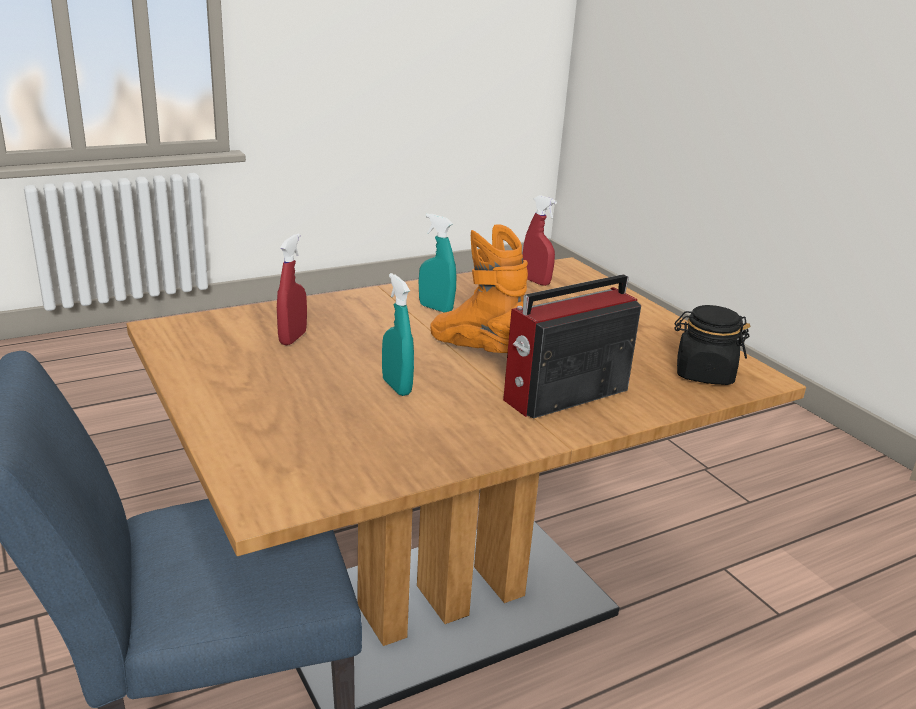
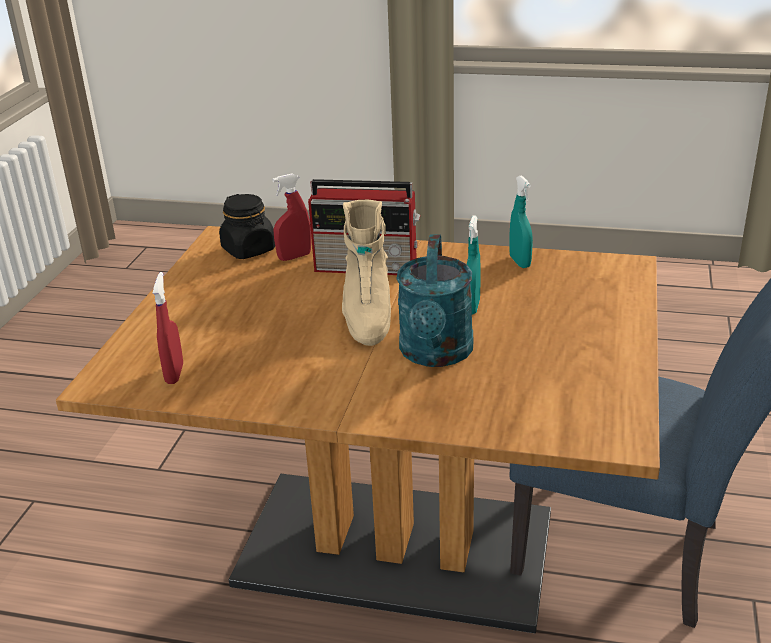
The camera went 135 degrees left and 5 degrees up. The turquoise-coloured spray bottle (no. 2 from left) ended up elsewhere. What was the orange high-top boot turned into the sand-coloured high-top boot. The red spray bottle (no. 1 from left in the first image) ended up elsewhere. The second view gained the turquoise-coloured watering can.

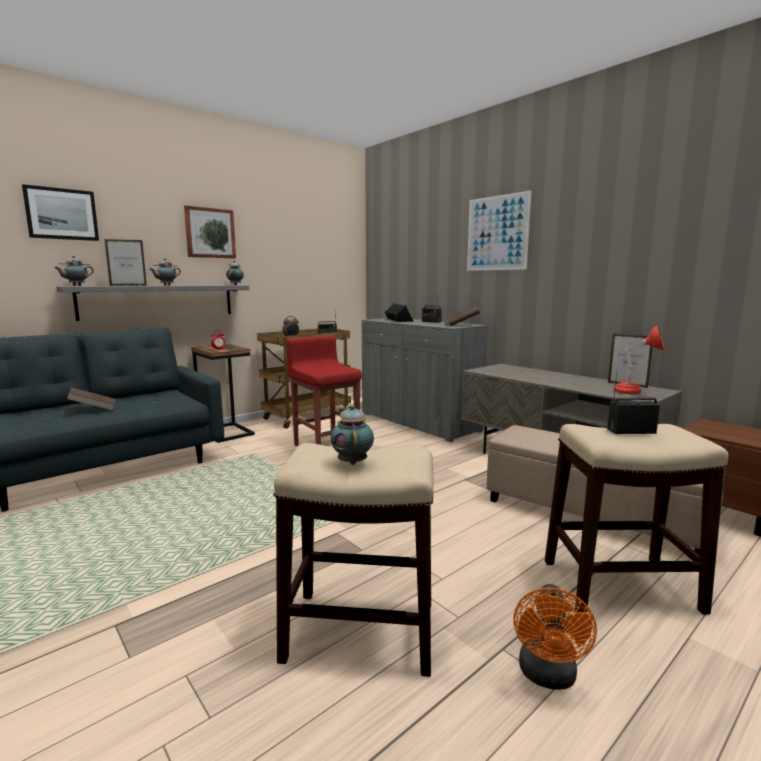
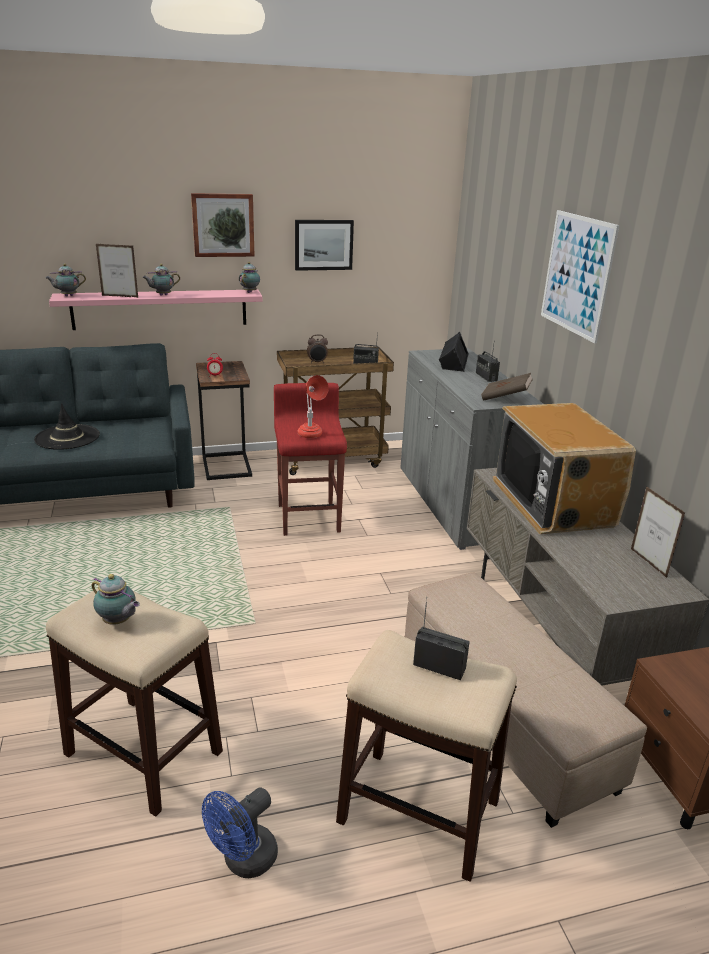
The camera went 25 degrees right and 15 degrees up. The wall picture (no. 1 from left in the first image) ended up elsewhere. What was the grey bracket shelf turned into the pink bracket shelf. The red table lamp ended up elsewhere. Where the brownish bound book (no. 1 from left) stood, the black clothing hat came to stand. The teapot (no. 4 from left in the first image) ended up facing another way, 105 degrees clockwise from before. What was the orange fan turned into the blue fan. The second view gained the TV set.

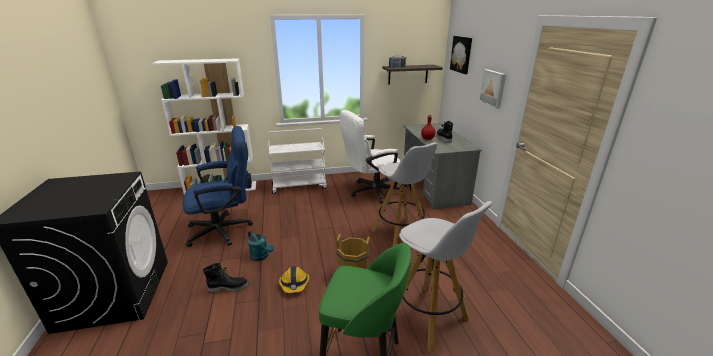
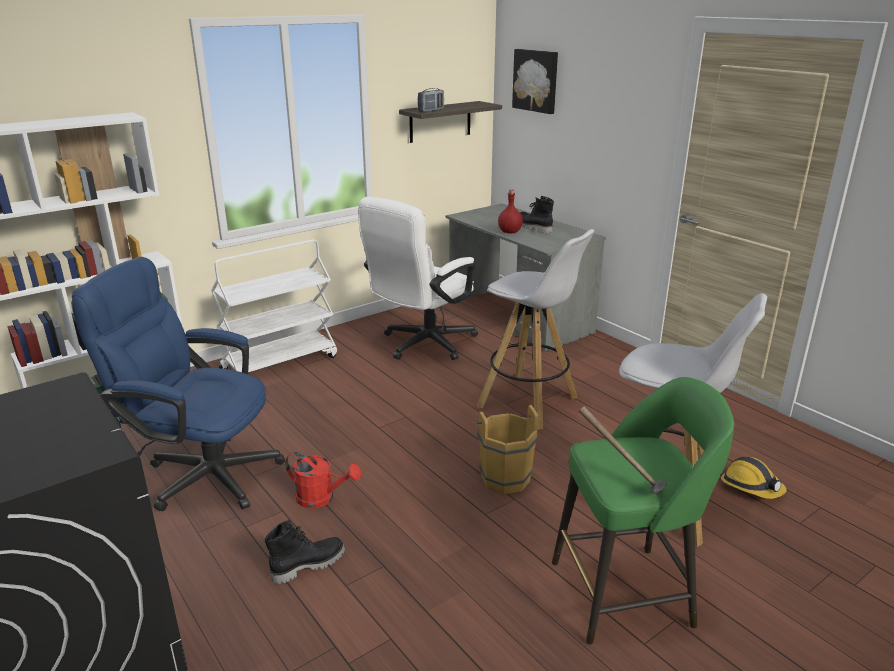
The camera went 25 degrees left and 0 degrees up. The second view lost the wall picture (no. 2 from left). The blue computer chair ended up facing another way, 120 degrees counterclockwise from before. What was the turquoise-coloured watering can turned into the red watering can. The hard hat ended up elsewhere. The second view gained the hand hammer.

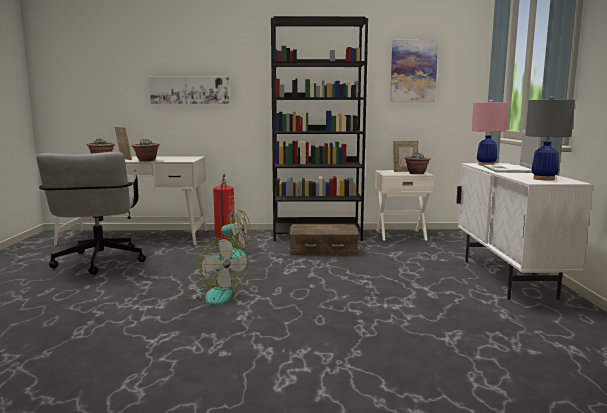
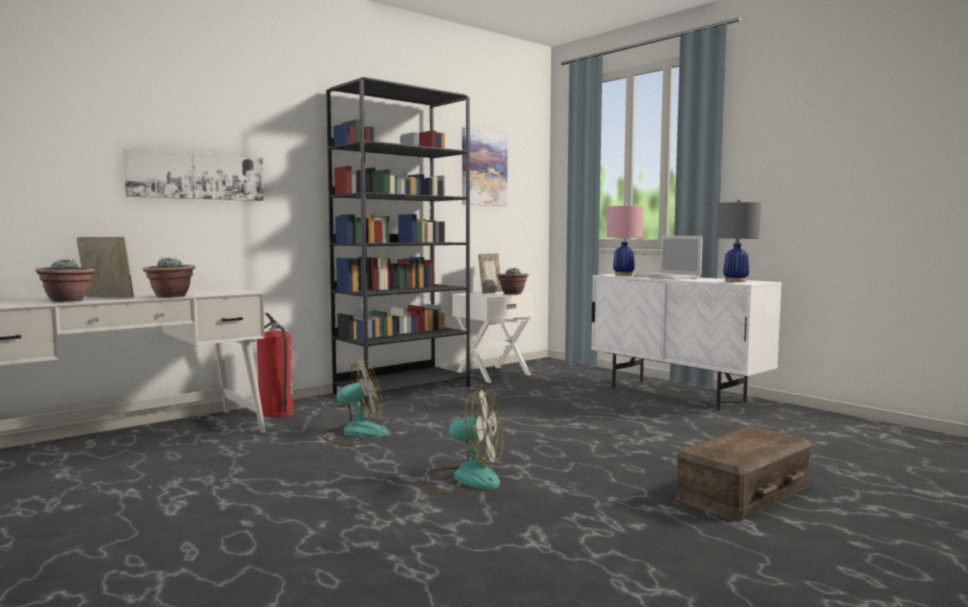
The camera went 40 degrees left and 5 degrees down. The second view lost the grey computer chair. The brownish storage container ended up elsewhere.

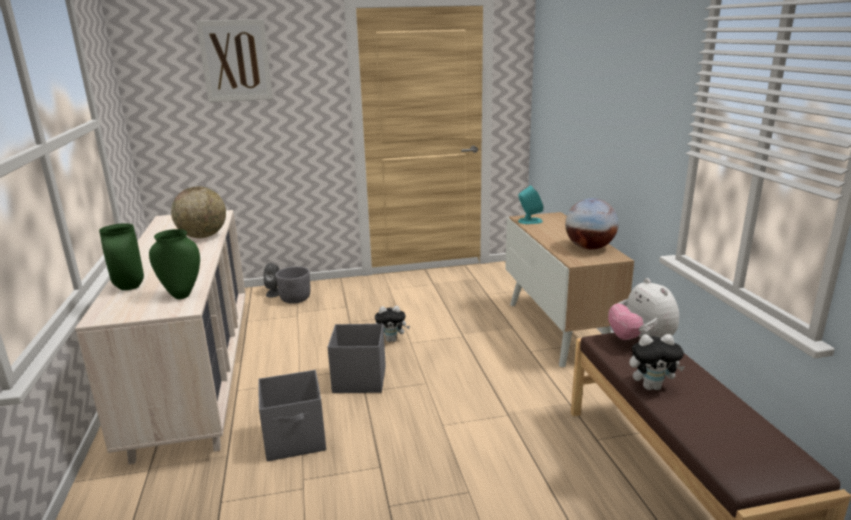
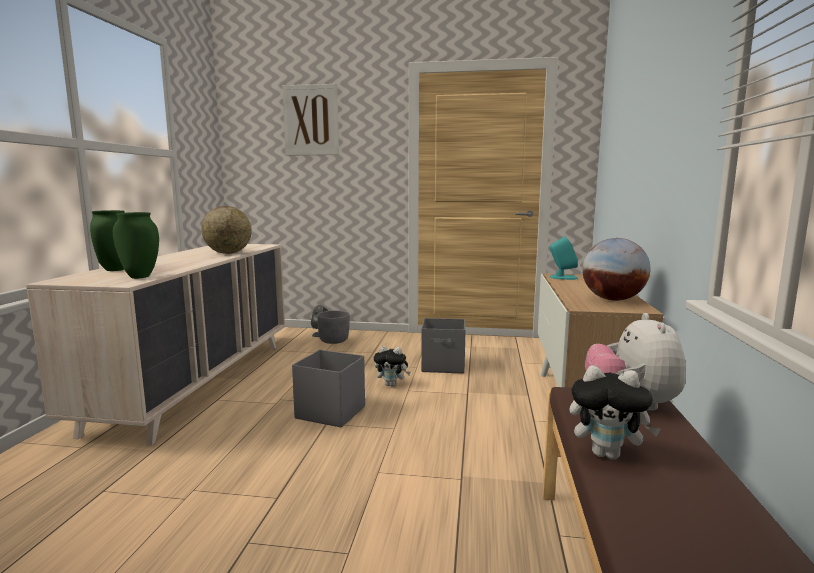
The camera went 20 degrees right and 10 degrees down. The grey storage container (no. 1 from left in the first image) ended up elsewhere.

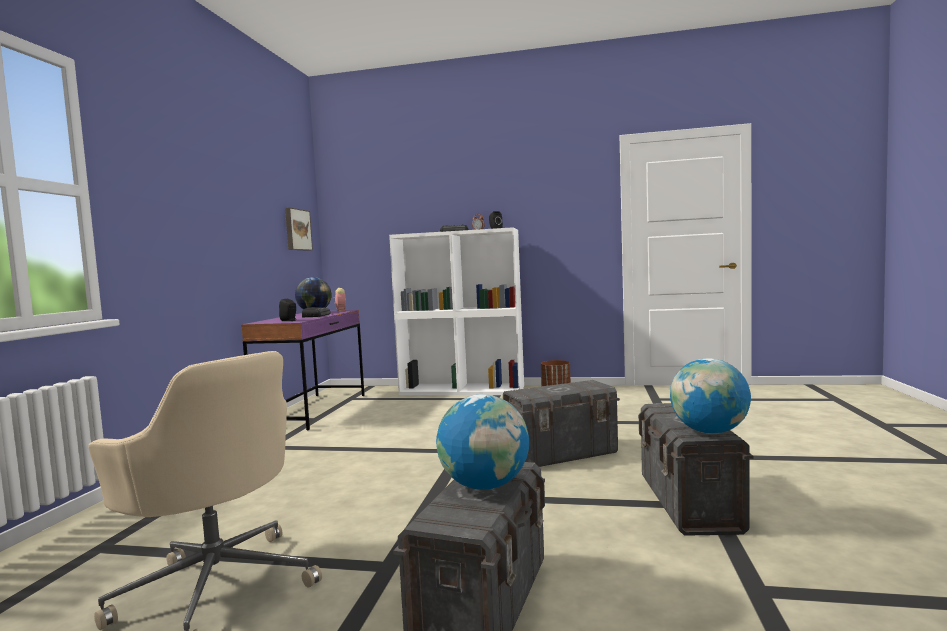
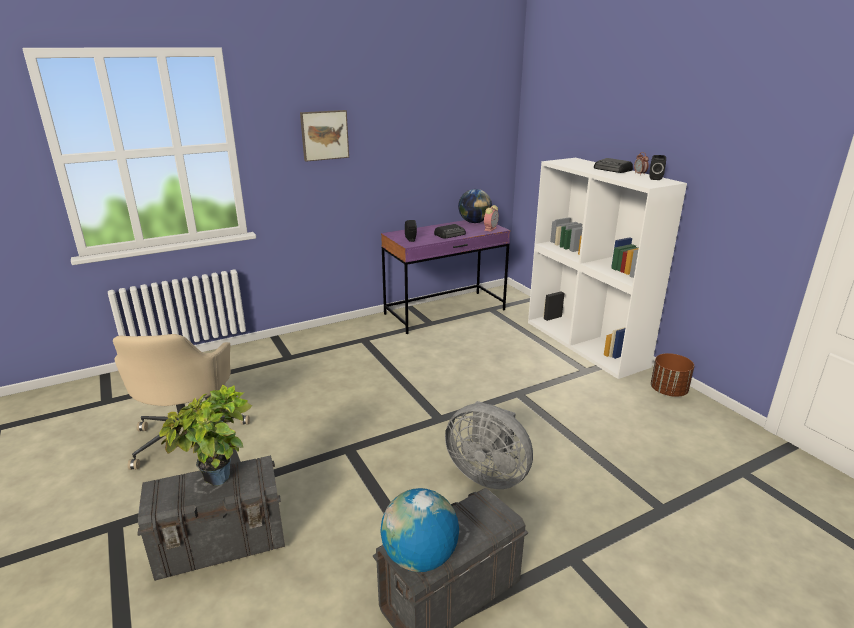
The camera went 50 degrees right and 20 degrees up. The wall picture ended up elsewhere. Where the grey storage container (no. 2 from left) stood, the grey fan came to stand. Where the world globe (no. 2 from left) stood, the potted plant came to stand.

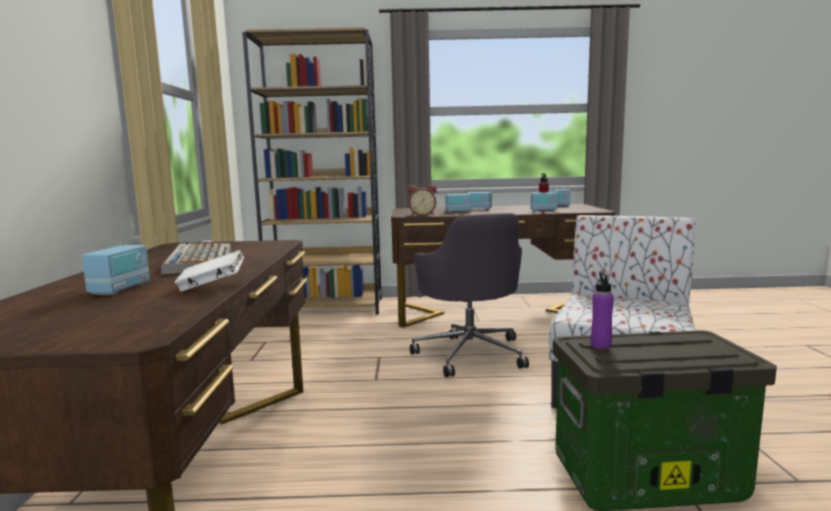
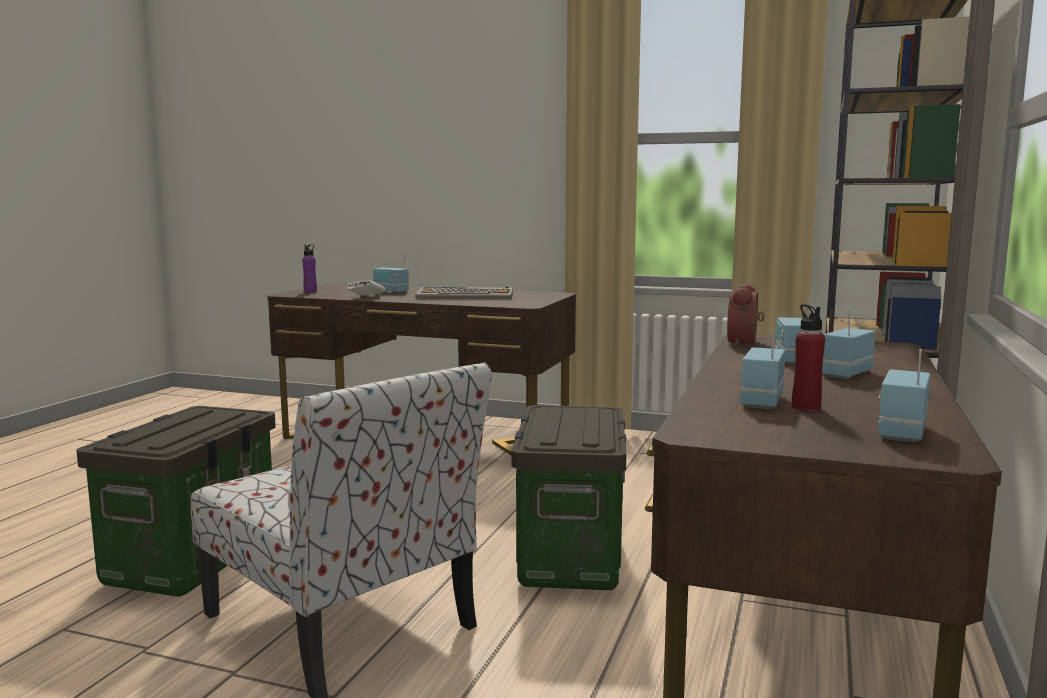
The camera went 110 degrees right and 0 degrees up. Where the grey computer chair stood, the storage container (no. 2 from left) came to stand. The purple drink bottle ended up elsewhere.

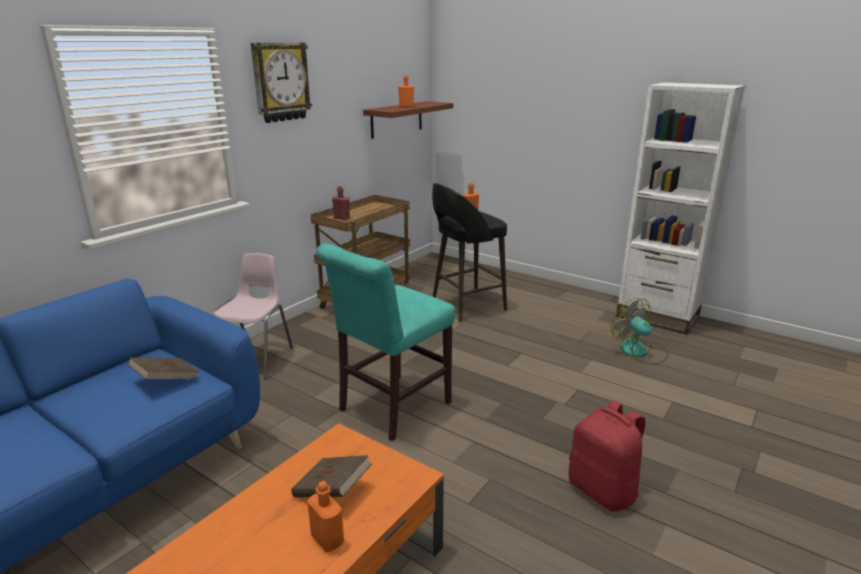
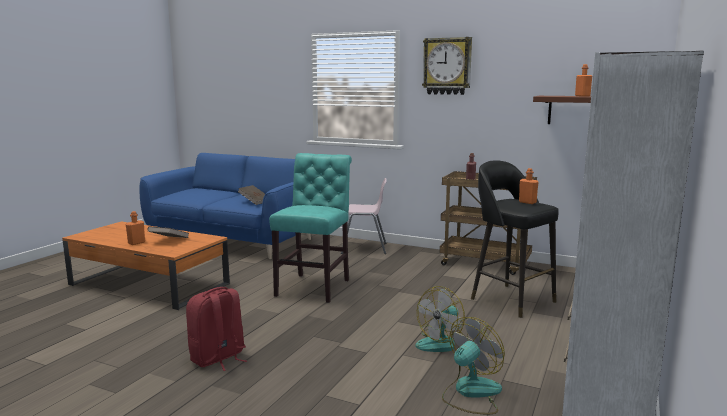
The camera went 80 degrees right and 10 degrees down. The turquoise-coloured upright chair ended up facing another way, 75 degrees clockwise from before. The second view gained the fan (no. 1 from left).

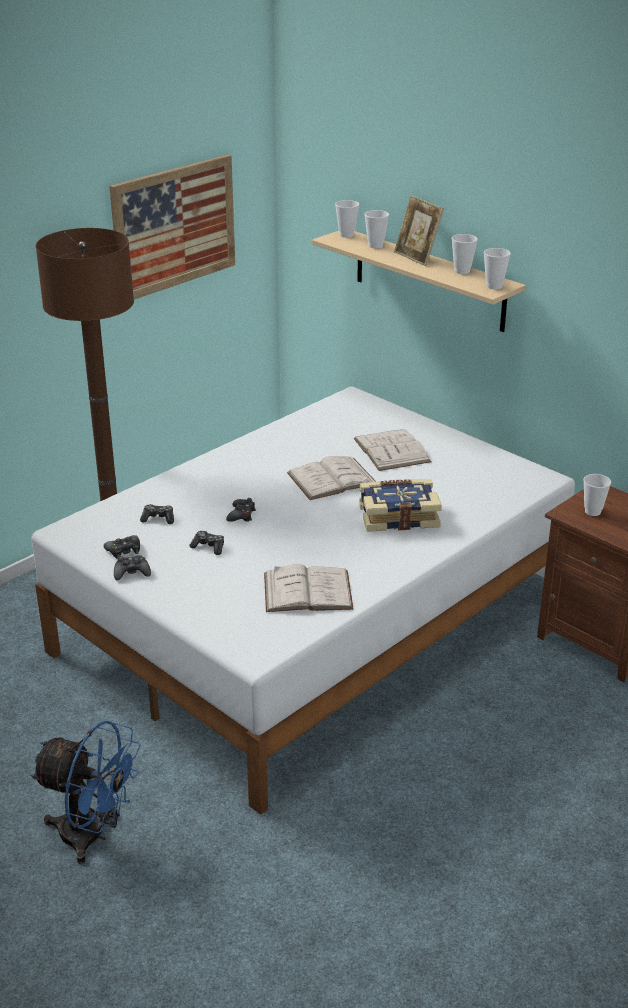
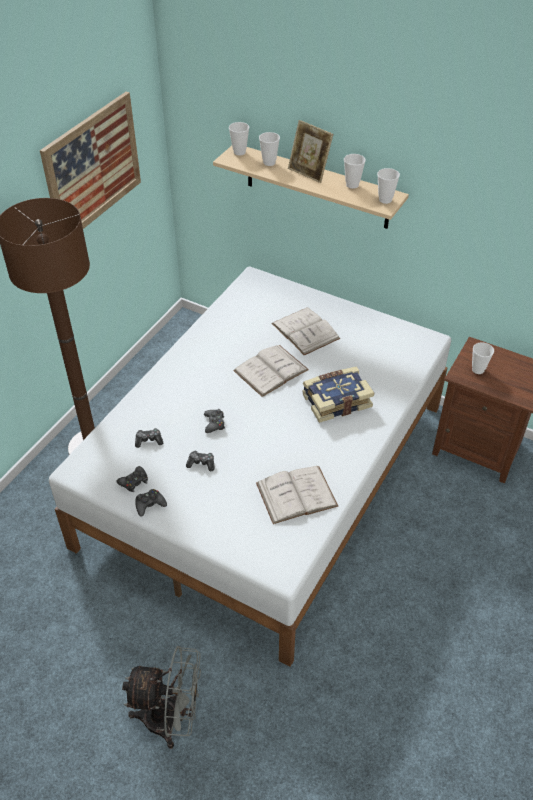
The camera went 15 degrees left and 15 degrees up. What was the blue fan turned into the grey fan.

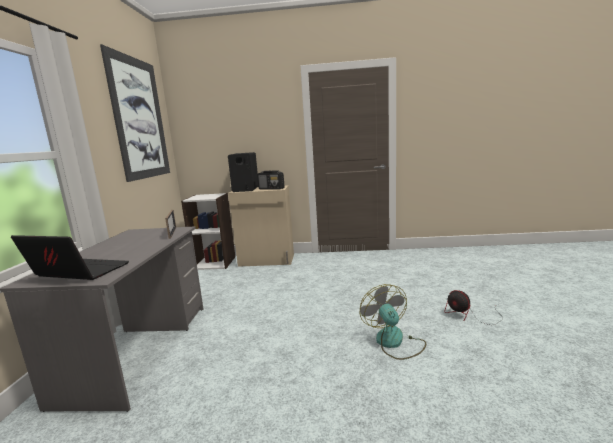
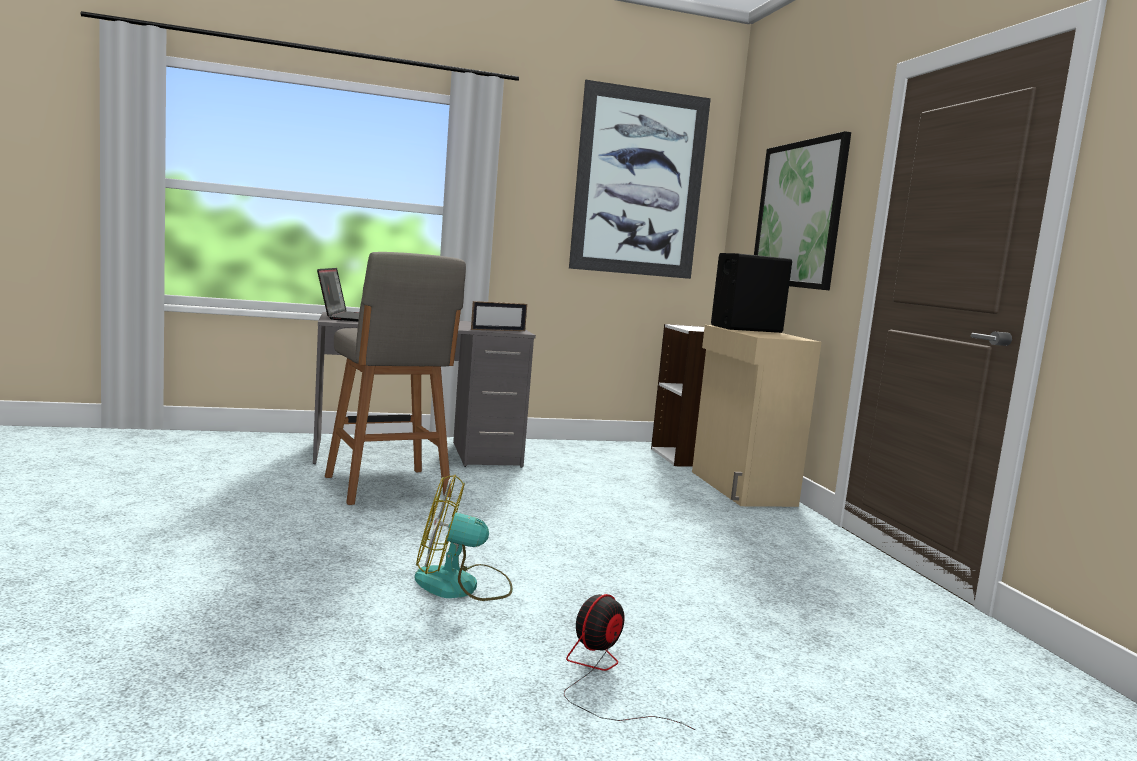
The camera went 70 degrees right and 5 degrees down. The second view lost the radio. The fan (no. 1 from left) ended up facing another way, 150 degrees counterclockwise from before. The second view gained the wall picture (no. 2 from left). The second view gained the grey stool seat.

